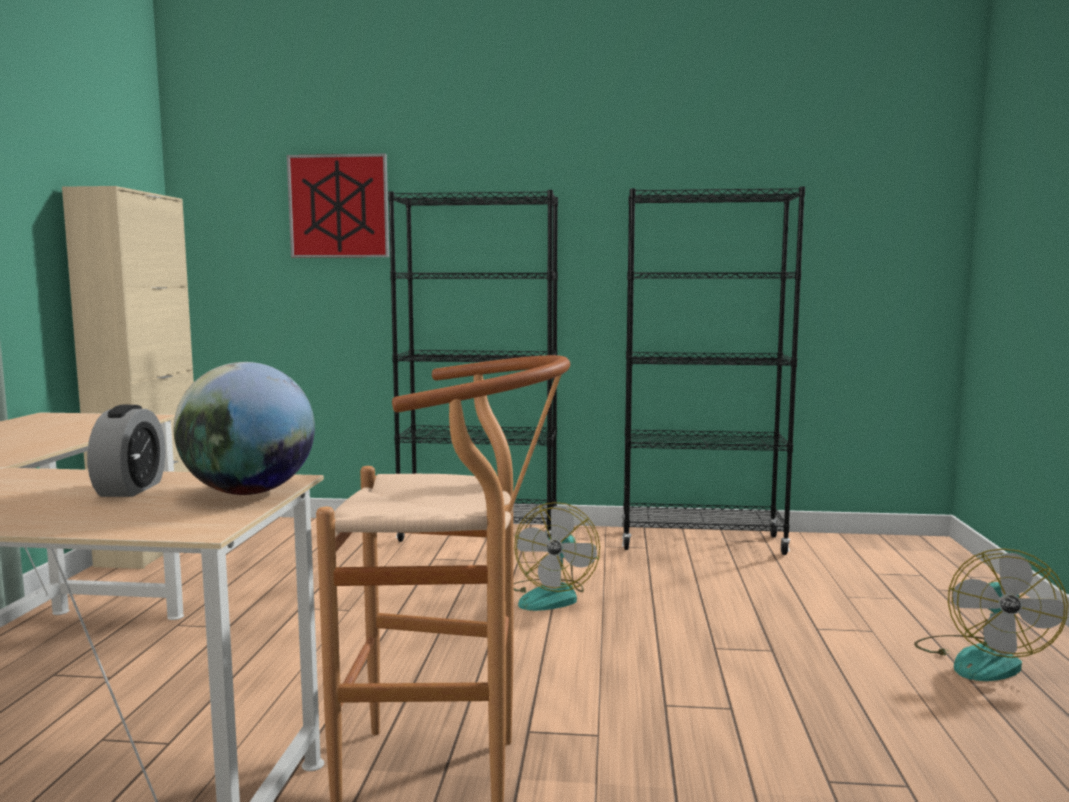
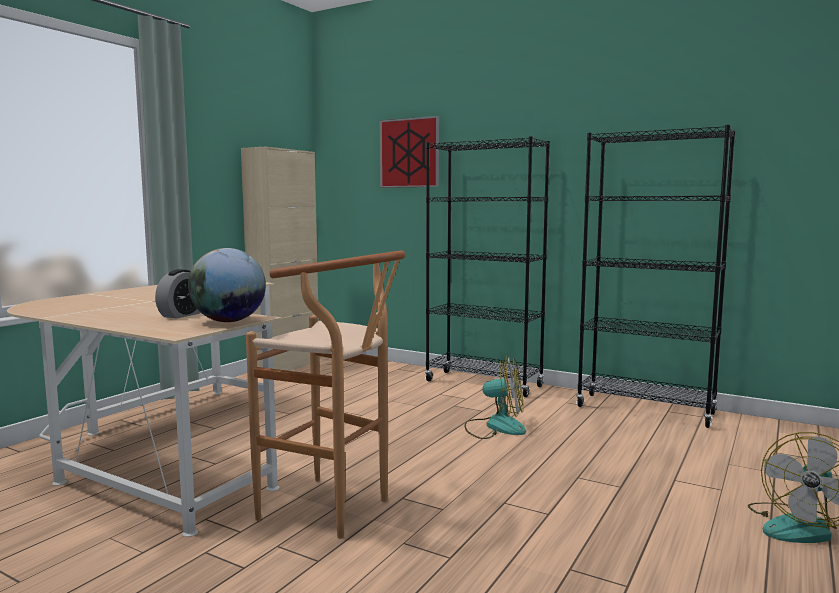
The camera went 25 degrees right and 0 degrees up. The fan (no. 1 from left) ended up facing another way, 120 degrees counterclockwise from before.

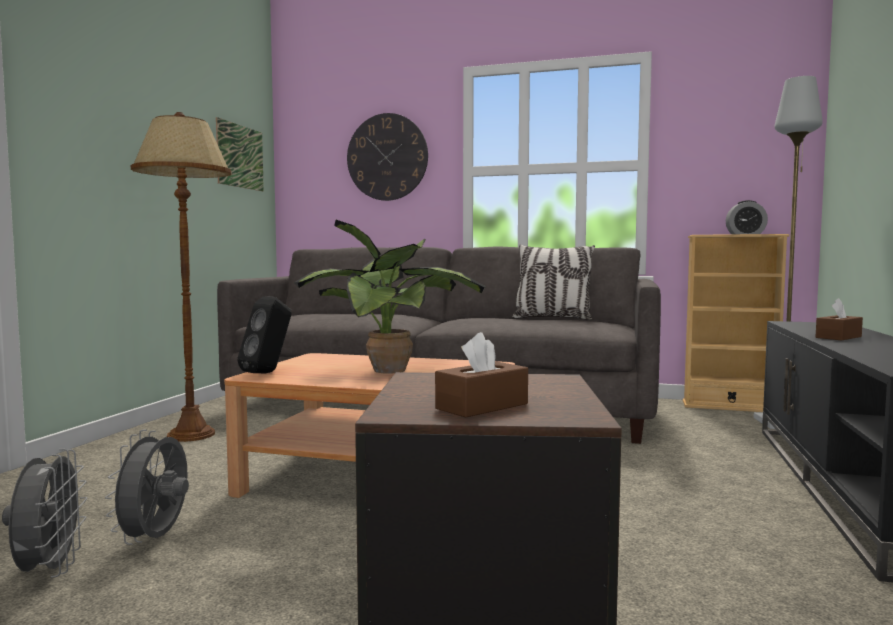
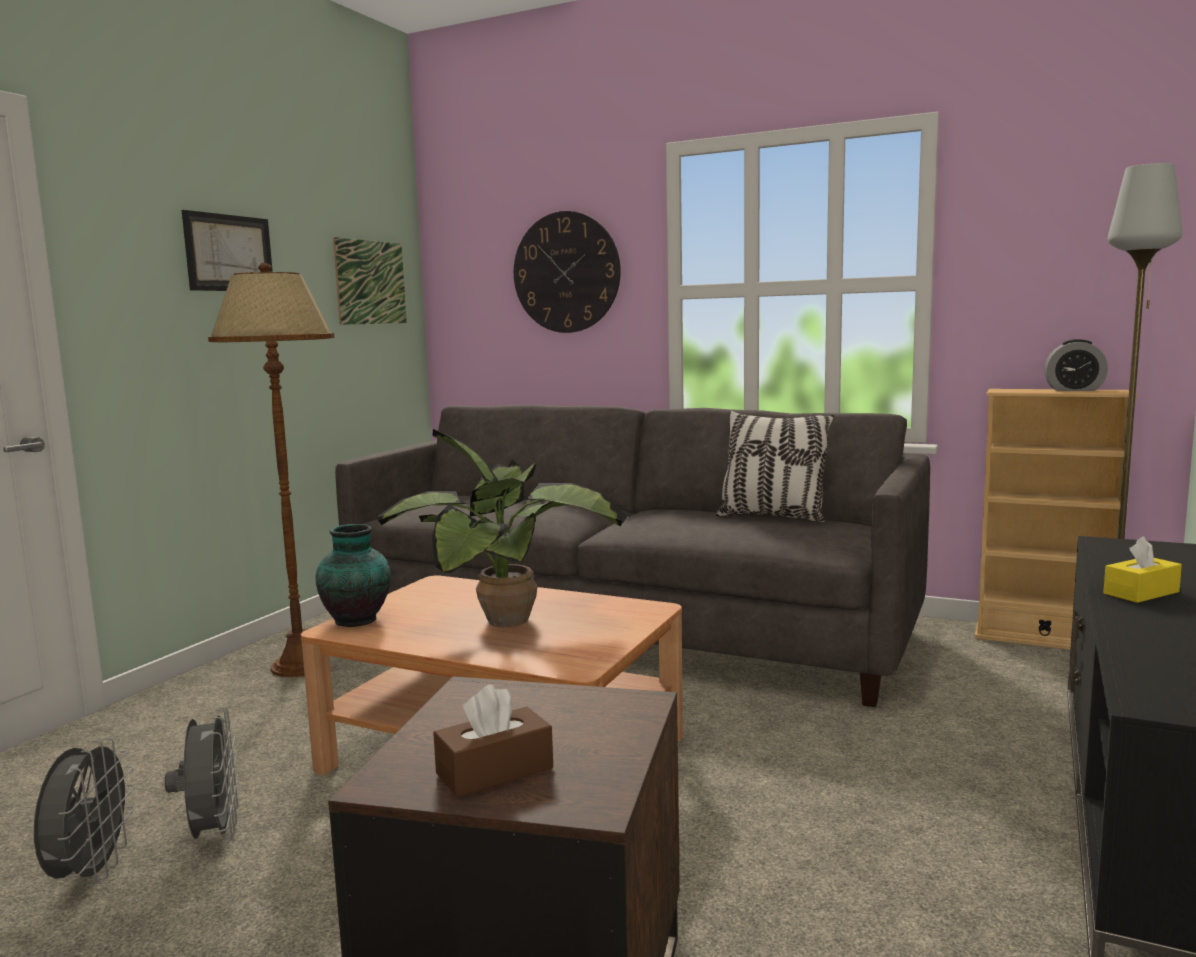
The camera went 10 degrees right and 5 degrees up. Where the black speaker stood, the vase came to stand. What was the brownish tissue holder (no. 2 from left) turned into the yellow-coloured tissue holder. The grey fan (no. 2 from left) ended up facing another way, 150 degrees clockwise from before. The second view gained the wall picture (no. 1 from left).

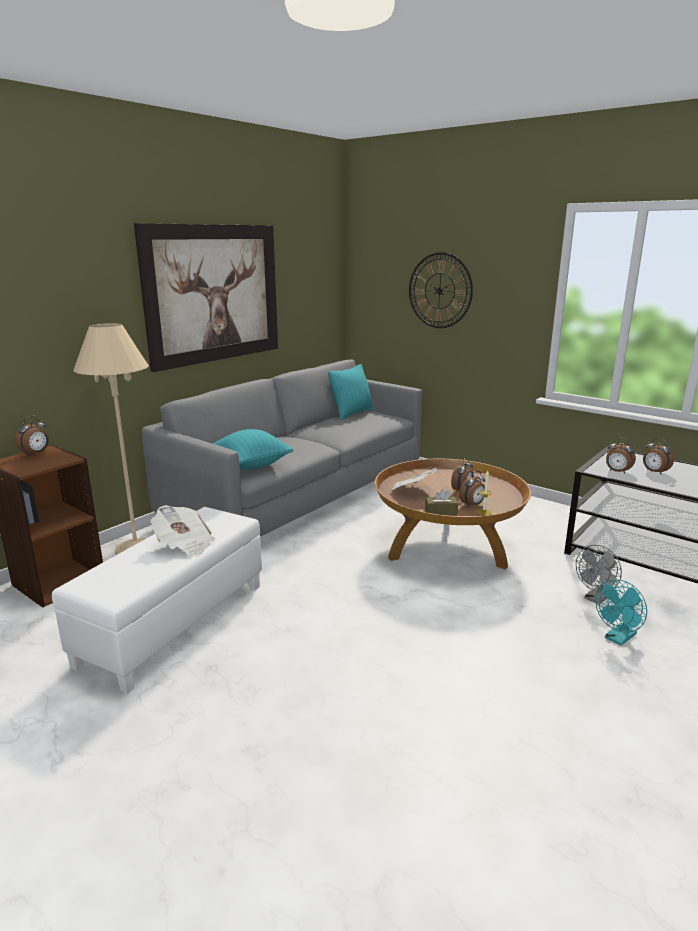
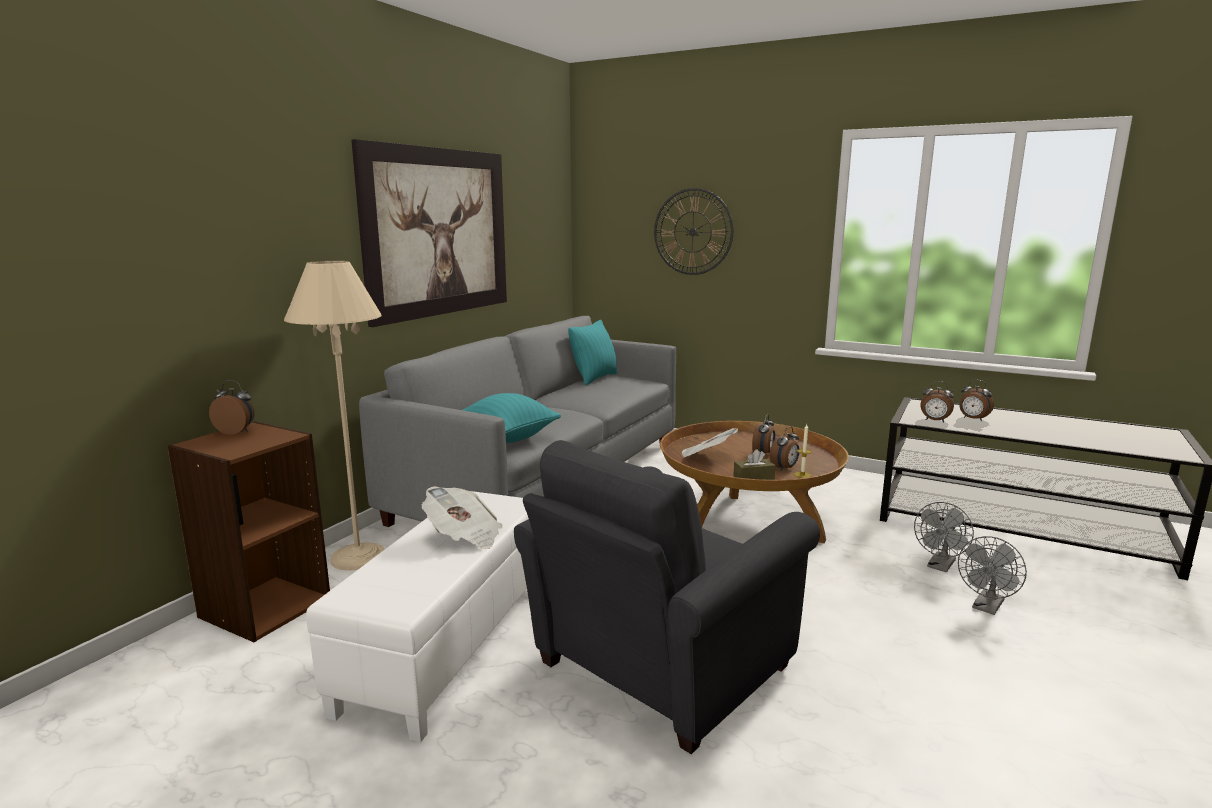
The camera went 10 degrees left and 5 degrees down. The table clock (no. 1 from left) ended up facing another way, 105 degrees counterclockwise from before. What was the turquoise-coloured fan turned into the grey fan (no. 2 from left). The second view gained the grey armchair.

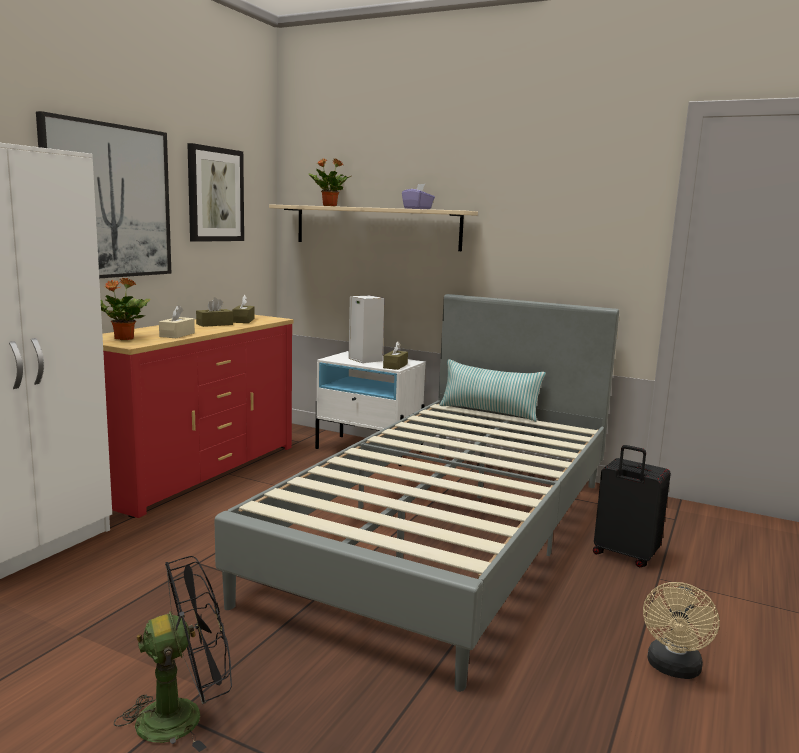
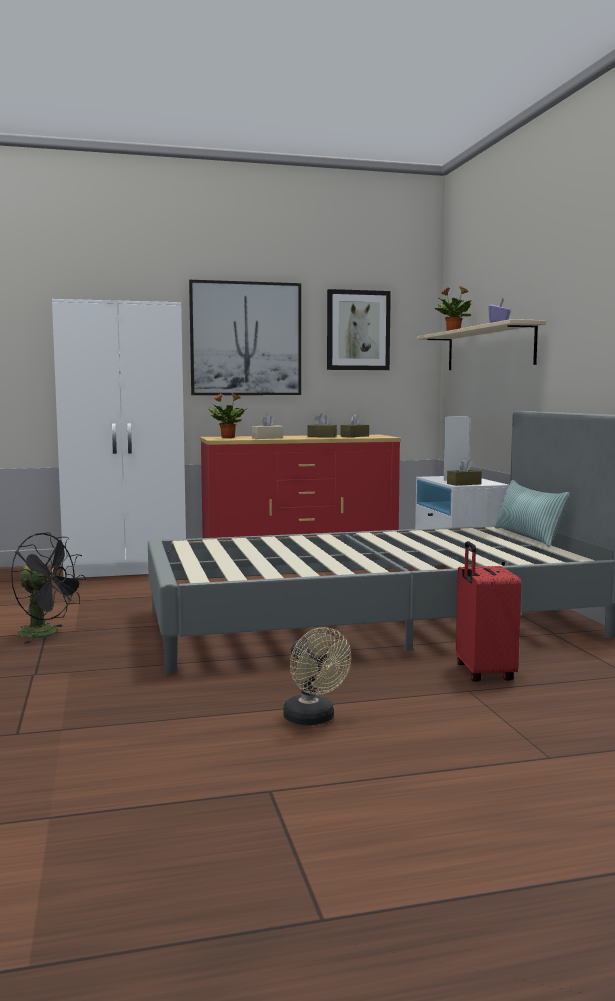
The camera went 50 degrees right and 5 degrees down. What was the black suitcase turned into the red suitcase. The sand-coloured fan ended up facing another way, 105 degrees counterclockwise from before.

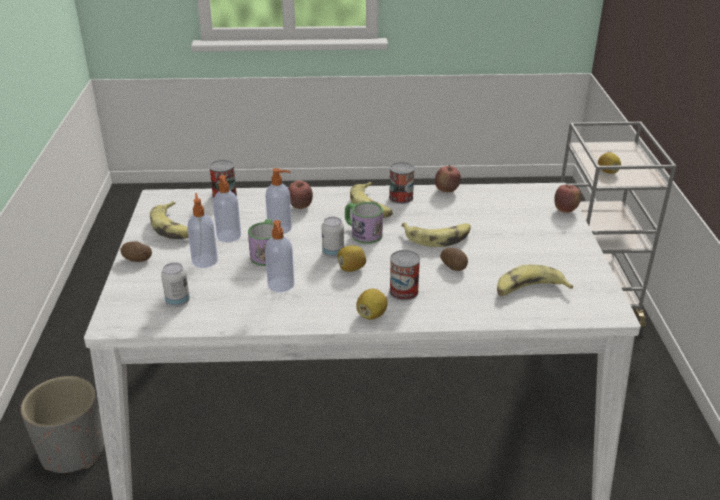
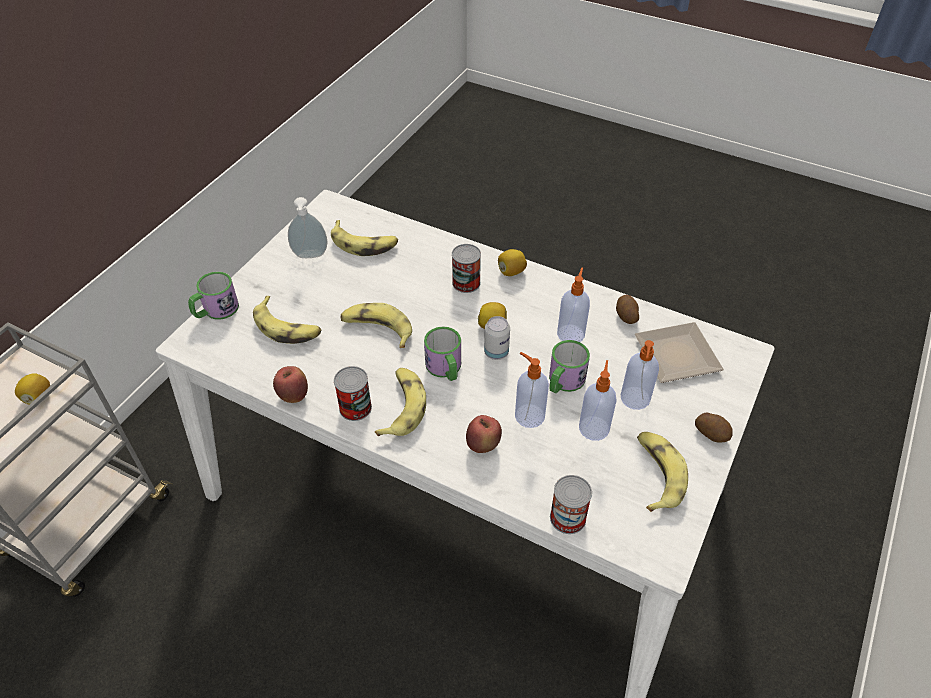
The camera went 150 degrees left and 15 degrees up. Where the whole apple (no. 3 from left) stood, the tea mug (no. 1 from left) came to stand. The whole potato (no. 2 from left in the first image) ended up elsewhere. Where the metal can (no. 1 from left) stood, the dinner plate came to stand. The second view lost the grey flower pot. The second view gained the soap dispenser (no. 1 from left). The second view gained the whole banana (no. 1 from left).

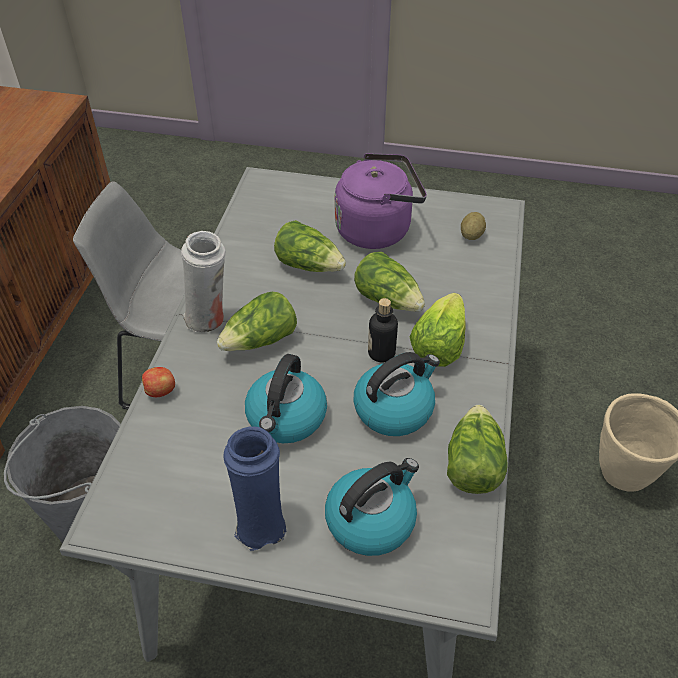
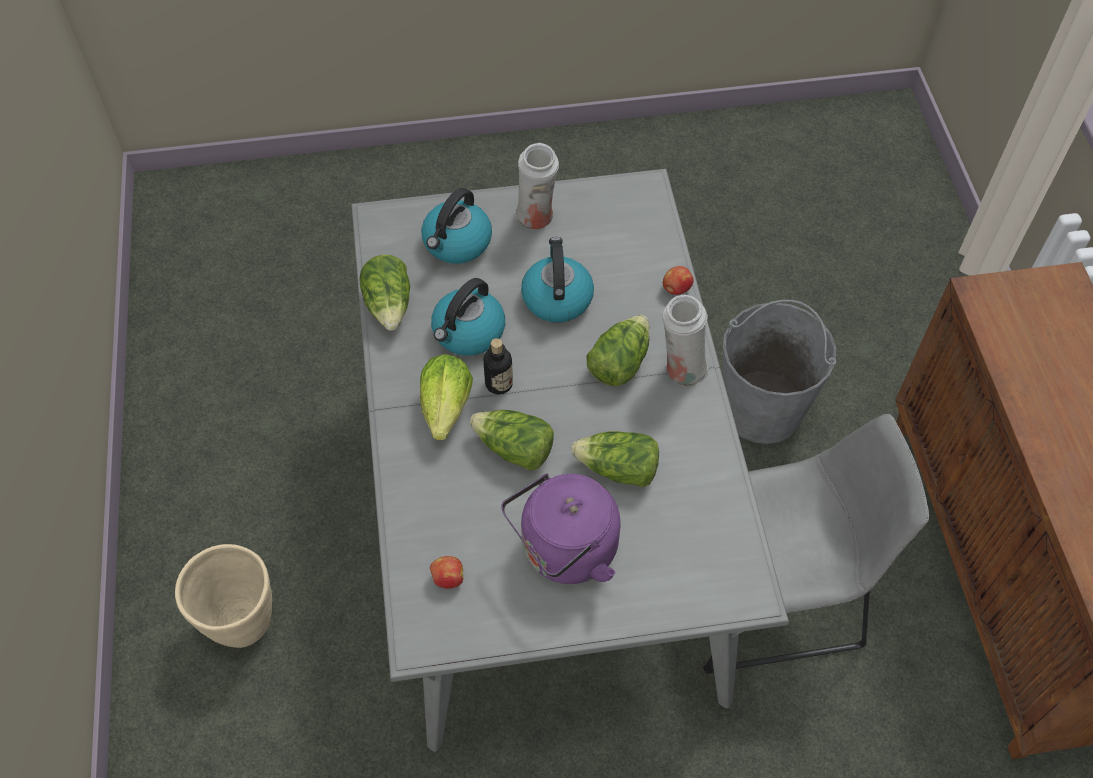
The camera went 160 degrees right and 10 degrees up. Where the whole potato stood, the whole apple (no. 1 from left) came to stand. What was the blue vase turned into the white-coloured vase (no. 1 from left).

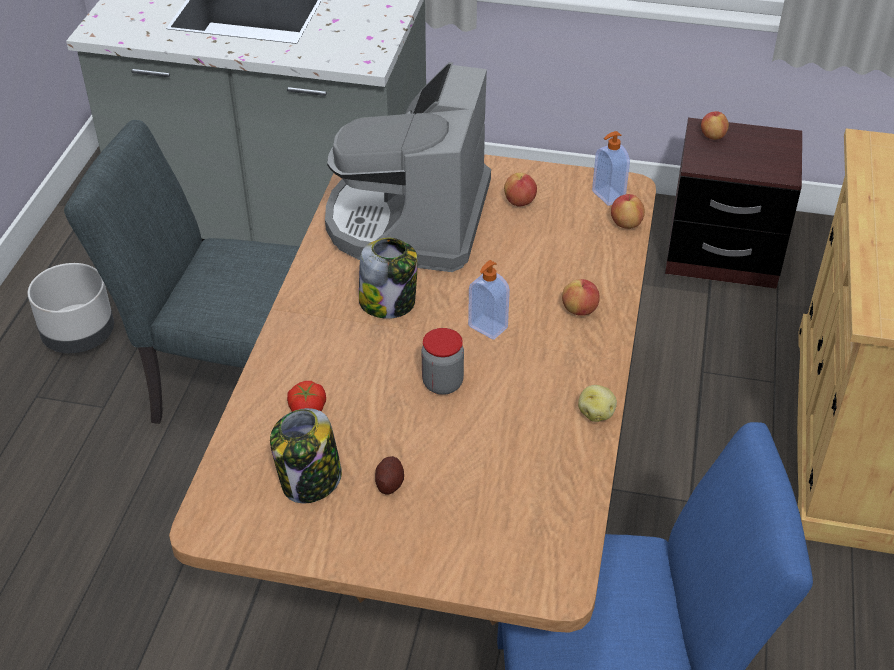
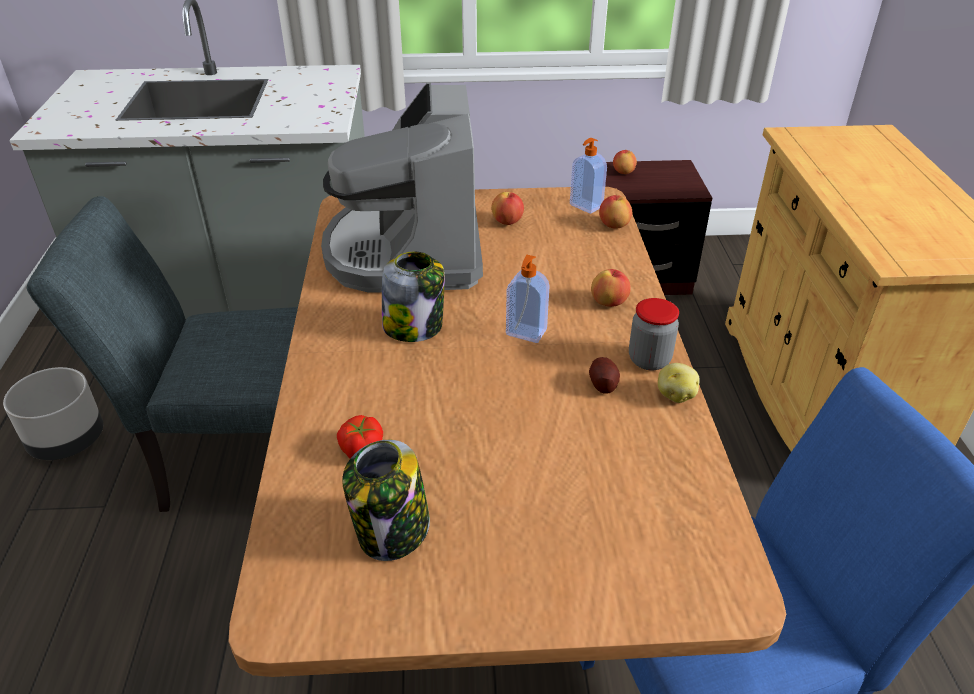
The camera went 15 degrees left and 5 degrees down. The storage jar (no. 3 from left) ended up elsewhere. The whole potato (no. 1 from left) ended up elsewhere.

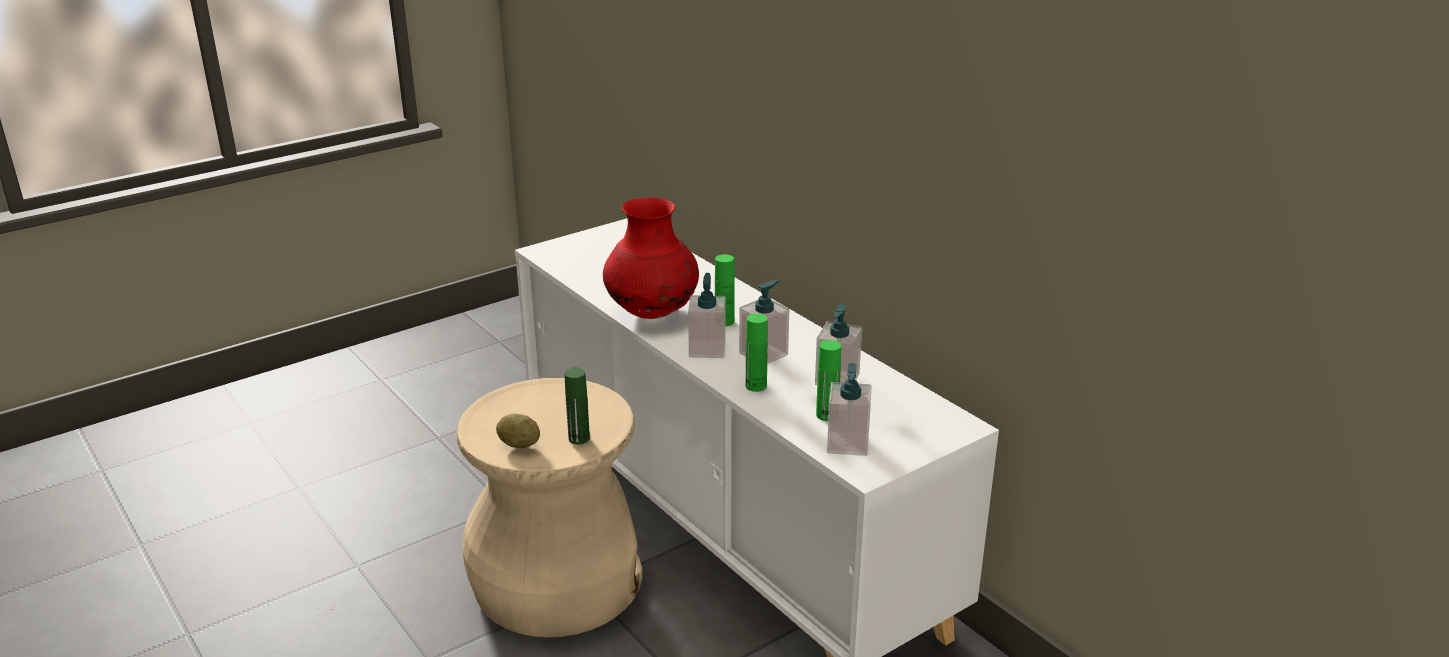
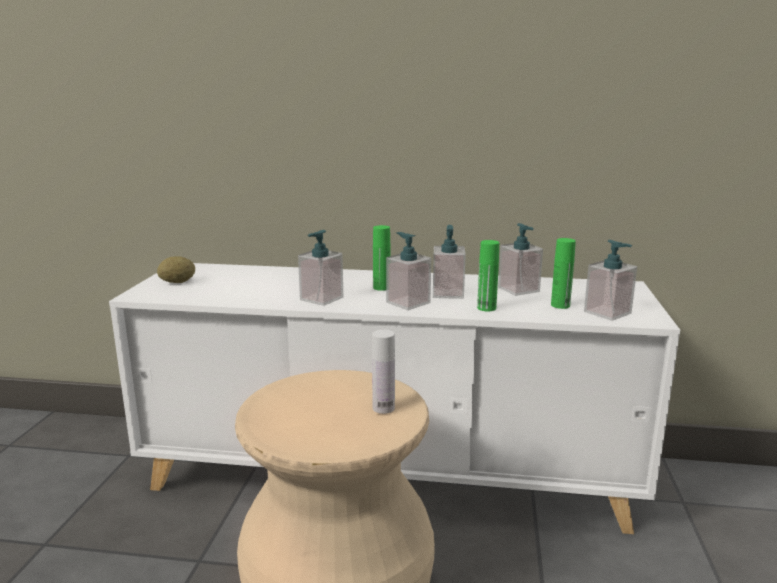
The camera went 45 degrees left and 10 degrees down. Where the red vase stood, the soap dispenser (no. 1 from left) came to stand. What was the greenish drink bottle (no. 1 from left) turned into the white-coloured drink bottle. The whole potato ended up elsewhere.

